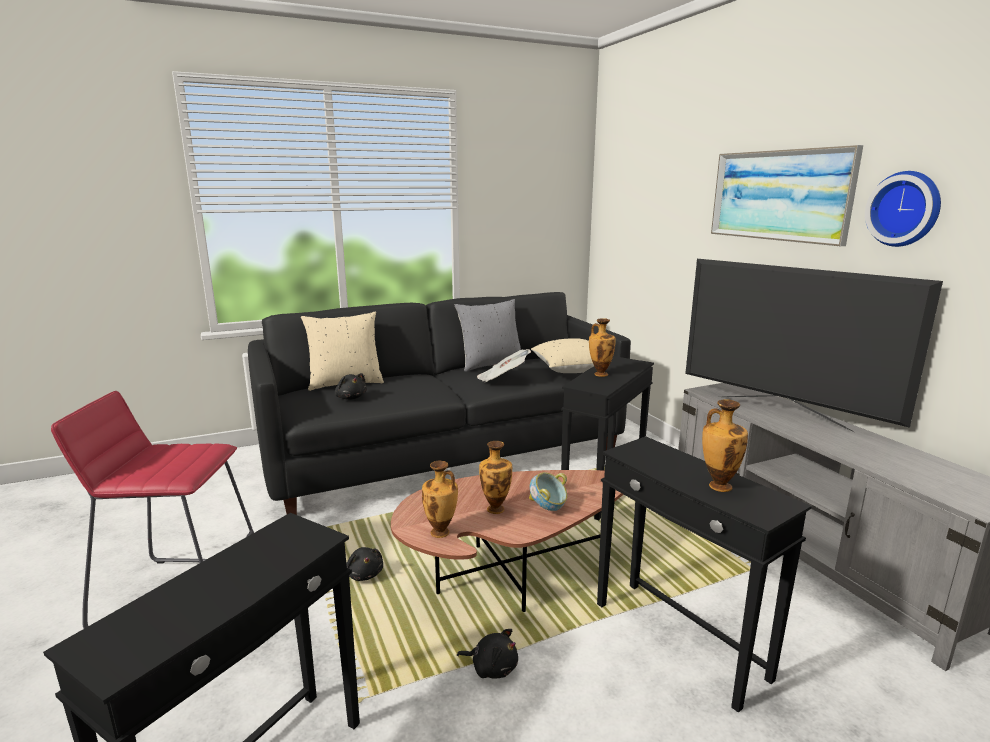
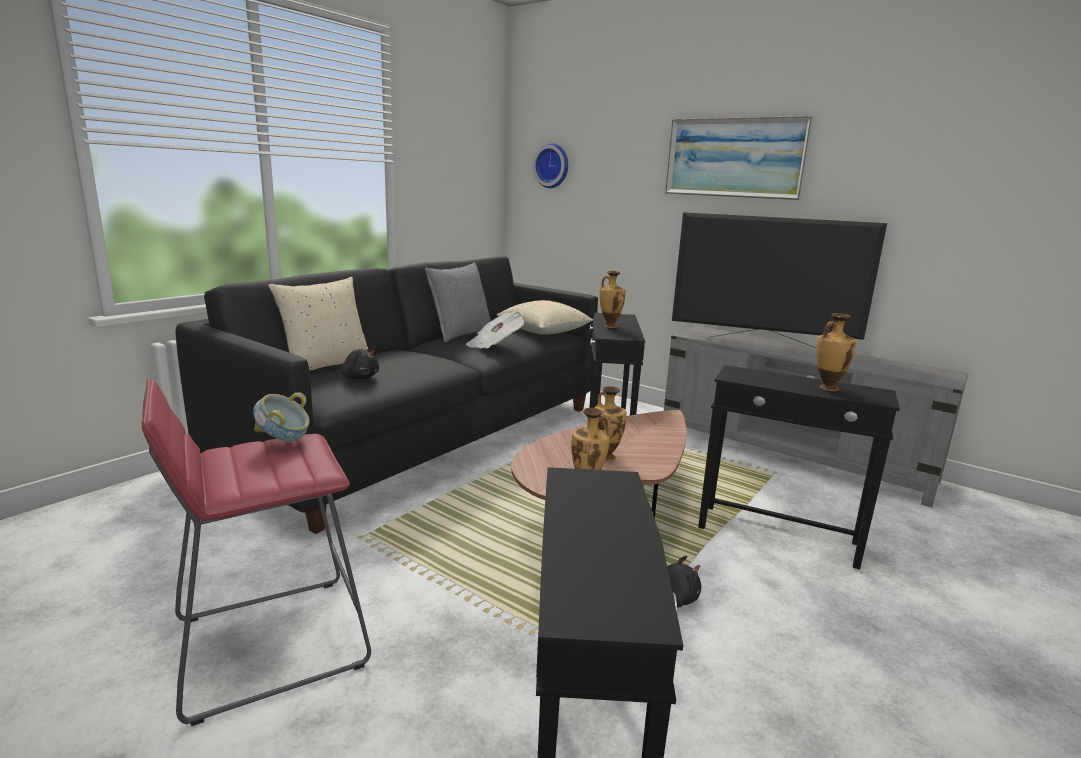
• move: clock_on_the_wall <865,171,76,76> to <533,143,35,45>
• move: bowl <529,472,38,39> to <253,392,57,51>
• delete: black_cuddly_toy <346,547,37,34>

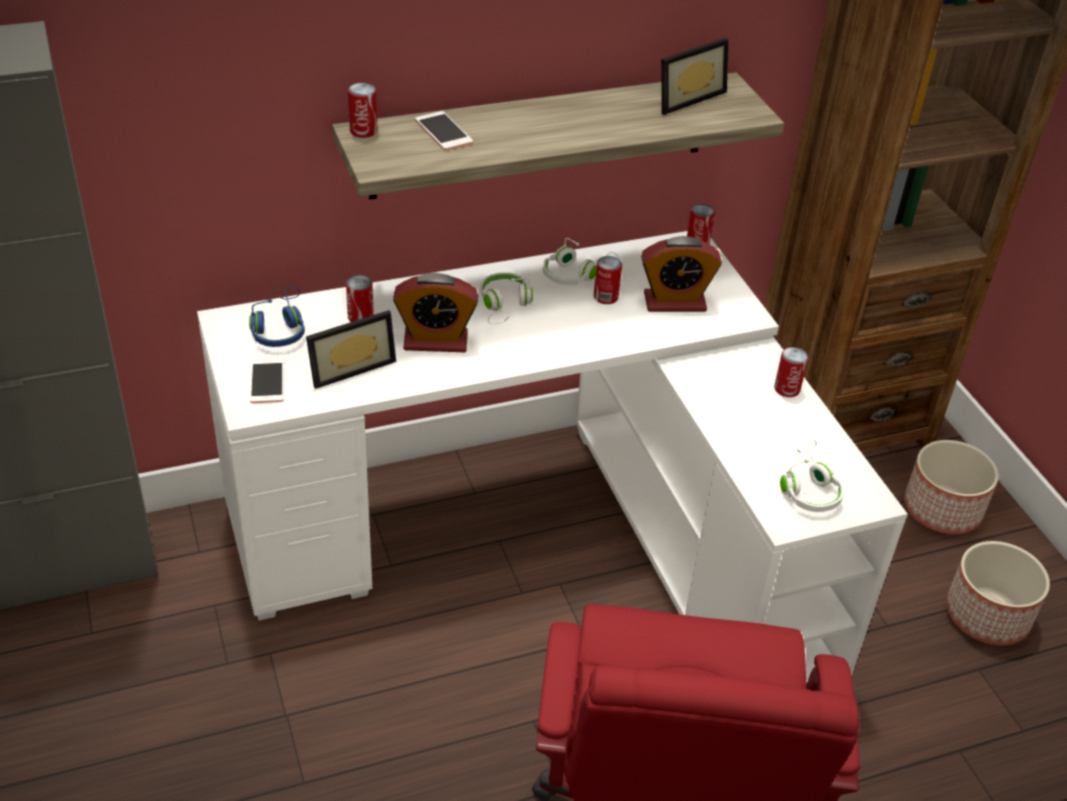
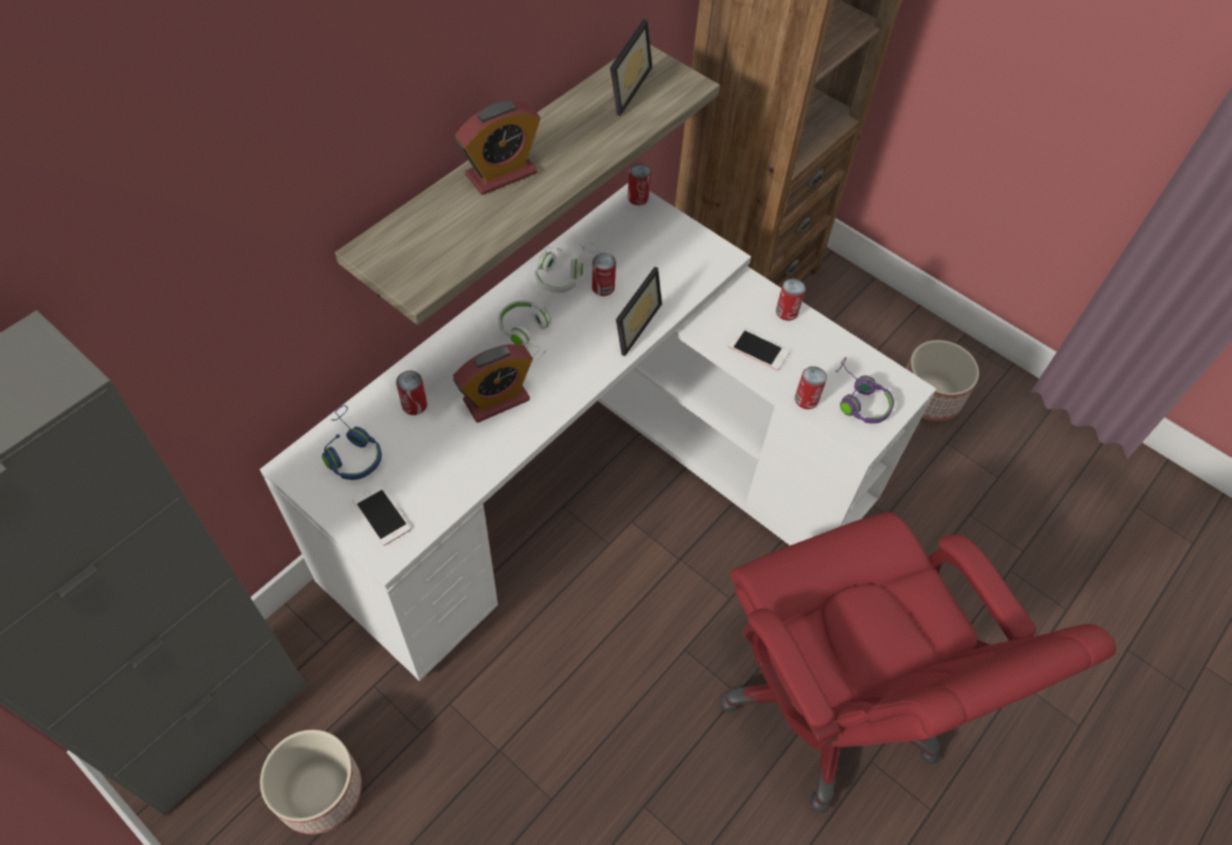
• move: can <348,83,29,55> to <795,366,32,43>
• move: phone <415,111,58,39> to <728,328,61,43>
• move: alarm_clock <641,236,81,76> to <455,101,85,94>
• move: picture_frame <306,310,90,79> to <616,267,46,89>
• recolor: whitish_headset <780,439,64,73> to purplish_headset <836,357,58,67>
• move: flower_pot <904,440,94,94> to <260,729,102,106>

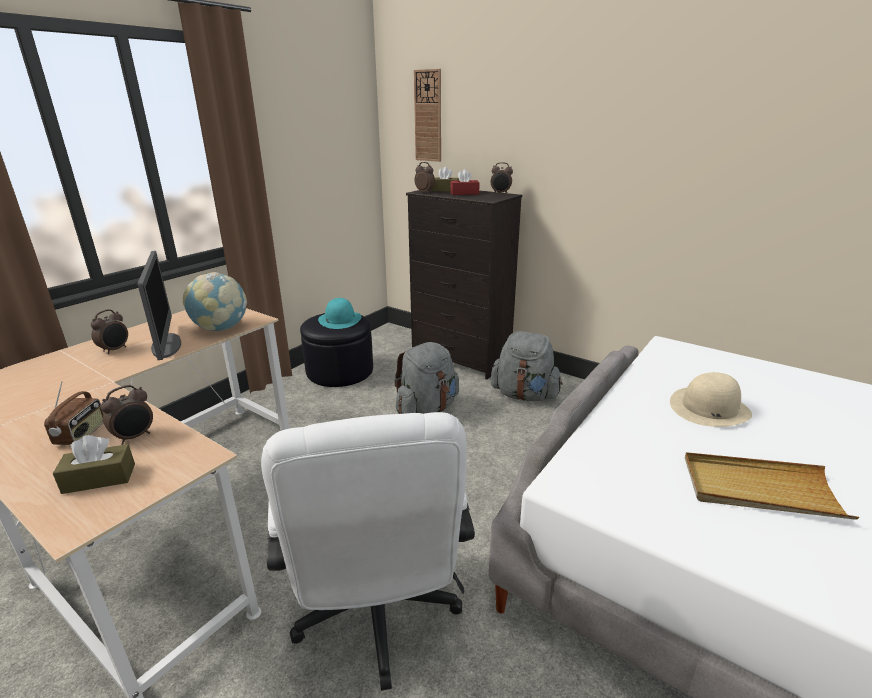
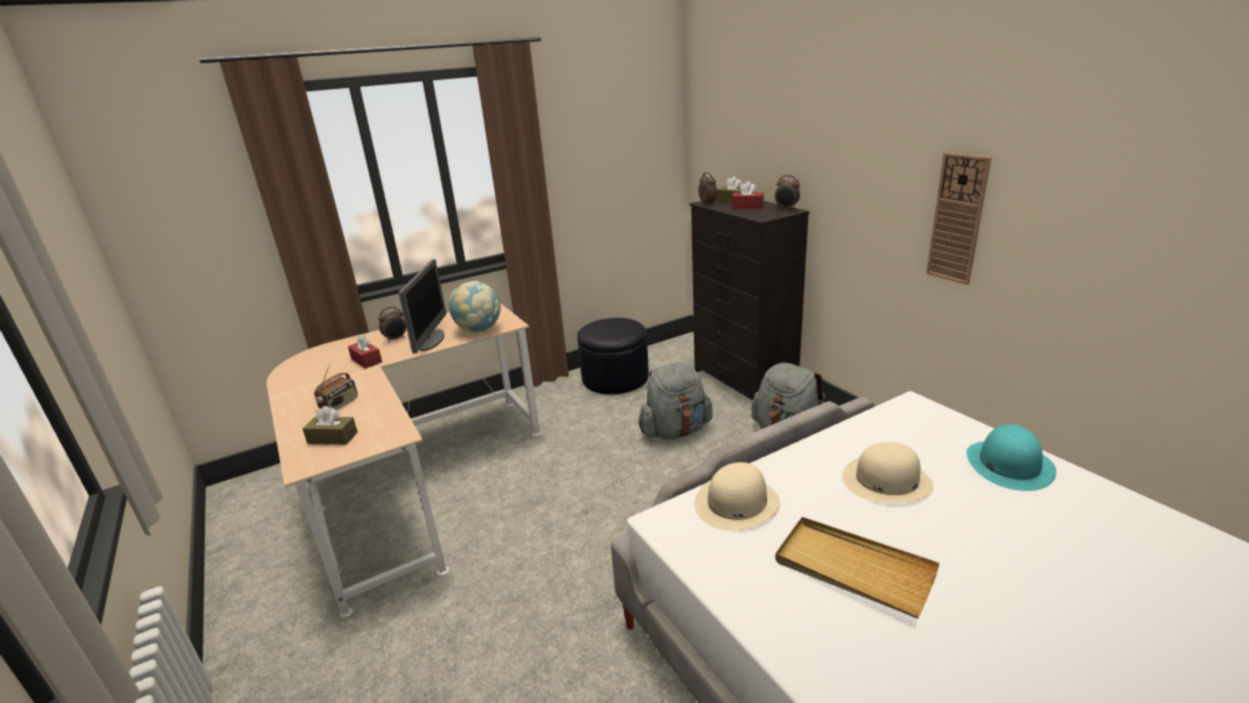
• move: clock_on_the_wall <414,69,27,93> to <926,152,66,133>
• move: turquoise_hat <318,298,44,31> to <966,424,90,67>
• delete: alarm_clock <101,385,52,60>
• delete: whitish_office_chair <261,412,214,279>
• insert: red-coloured_tissue_holder <348,334,34,35>
• insert: beige_hat <694,462,86,69>

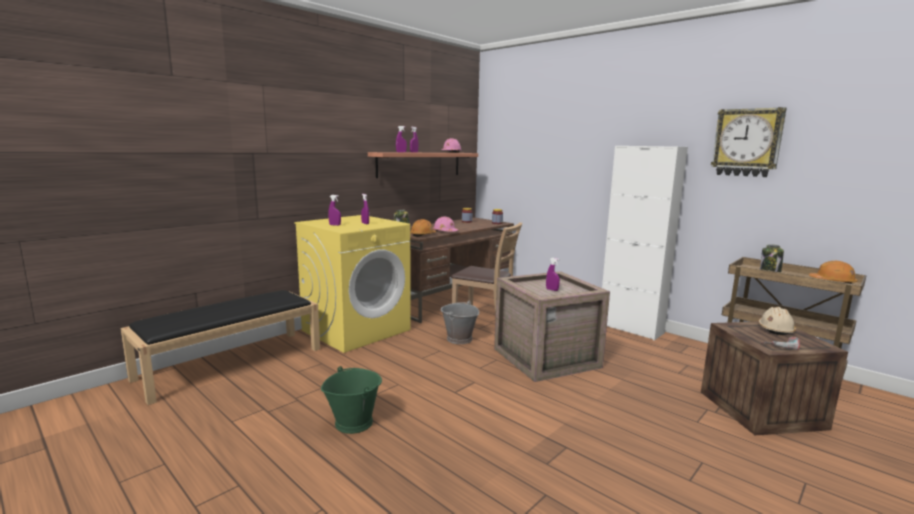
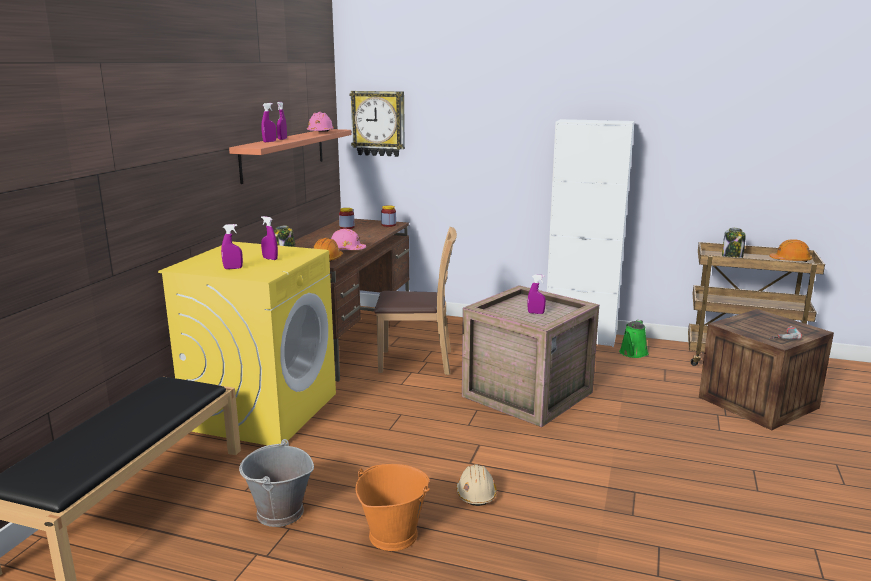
• move: clock_on_the_wall <711,107,76,70> to <350,91,55,66>
• move: greyish_pail <441,301,38,43> to <239,439,75,88>
• move: beige_hard_hat <758,307,38,28> to <456,464,41,42>
• recolor: green-coloured_pail <321,366,61,68> to orange-coloured_pail <355,464,75,87>
• insert: green-coloured_sprinkling_can <619,320,30,38>

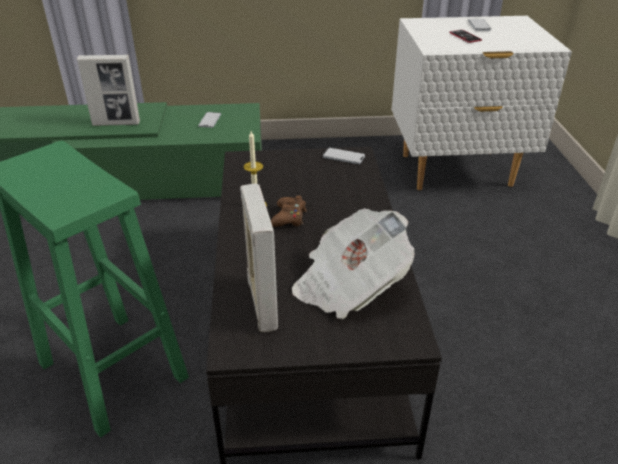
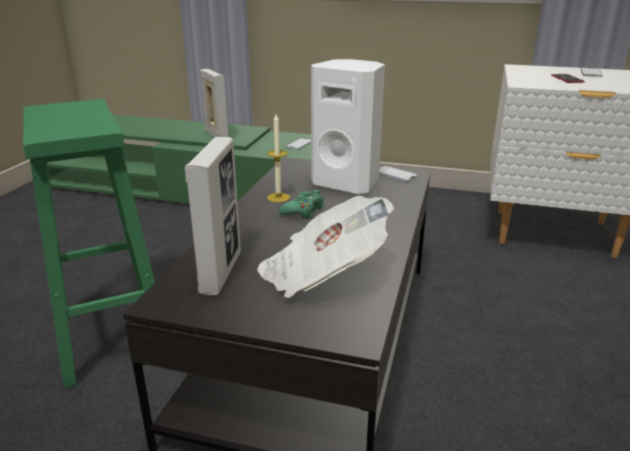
• rotate: picture_frame <77,55,63,71> = <200,69,29,68> 135 degrees counterclockwise
• recolor: brownish_gamepad <271,195,36,32> to green-coloured_gamepad <279,190,45,29>
• insert: whitish_audio_speaker <311,59,74,135>

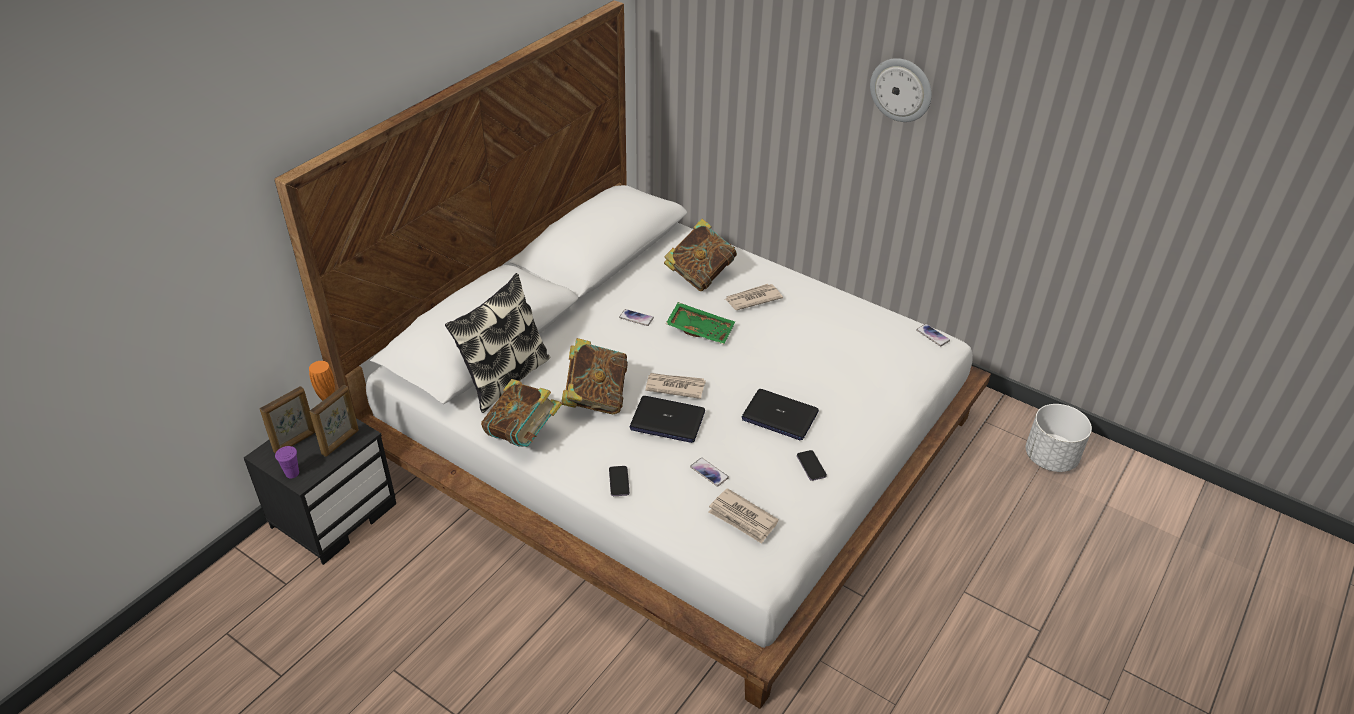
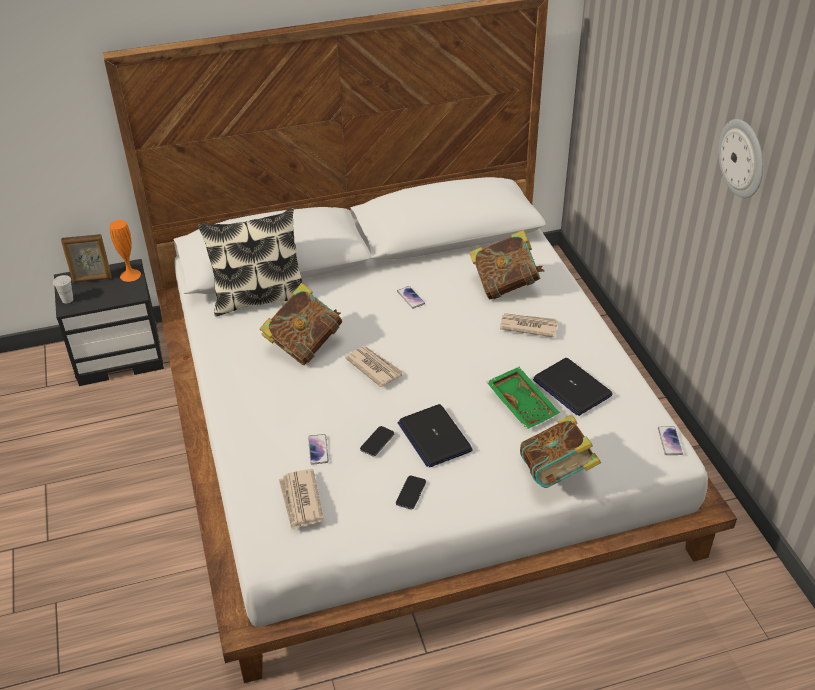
• move: green-coloured_tray <666,302,69,42> to <487,367,73,62>
• move: volume <481,379,81,68> to <520,414,81,74>
• delete: picture_frame <310,385,49,72>
• move: laptop <630,396,75,47> to <533,358,80,58>
• delete: whitish_flower_pot <1026,404,66,68>
• recolor: purplish_small_cup <275,446,24,32> to whitish_small_cup <53,275,20,28>
• move: phone <609,466,21,30> to <360,426,34,31>

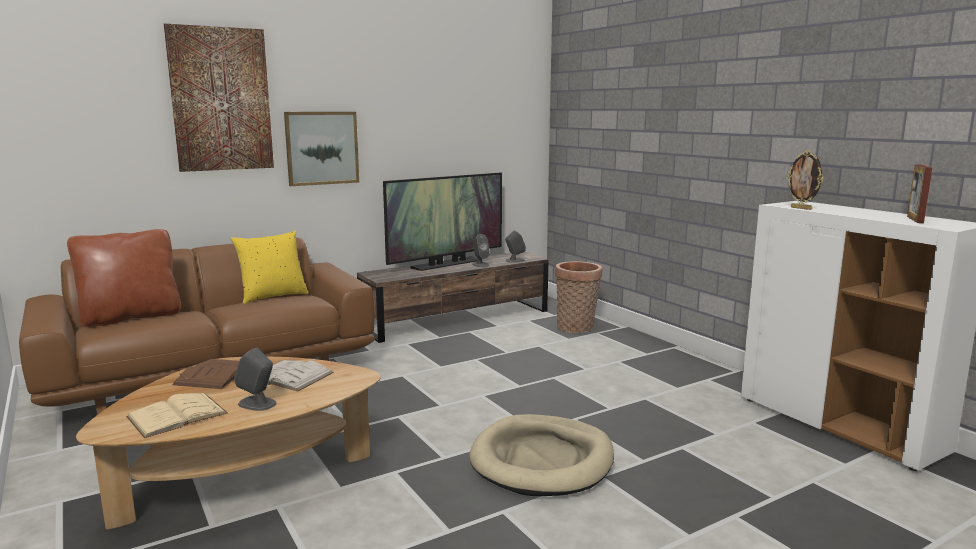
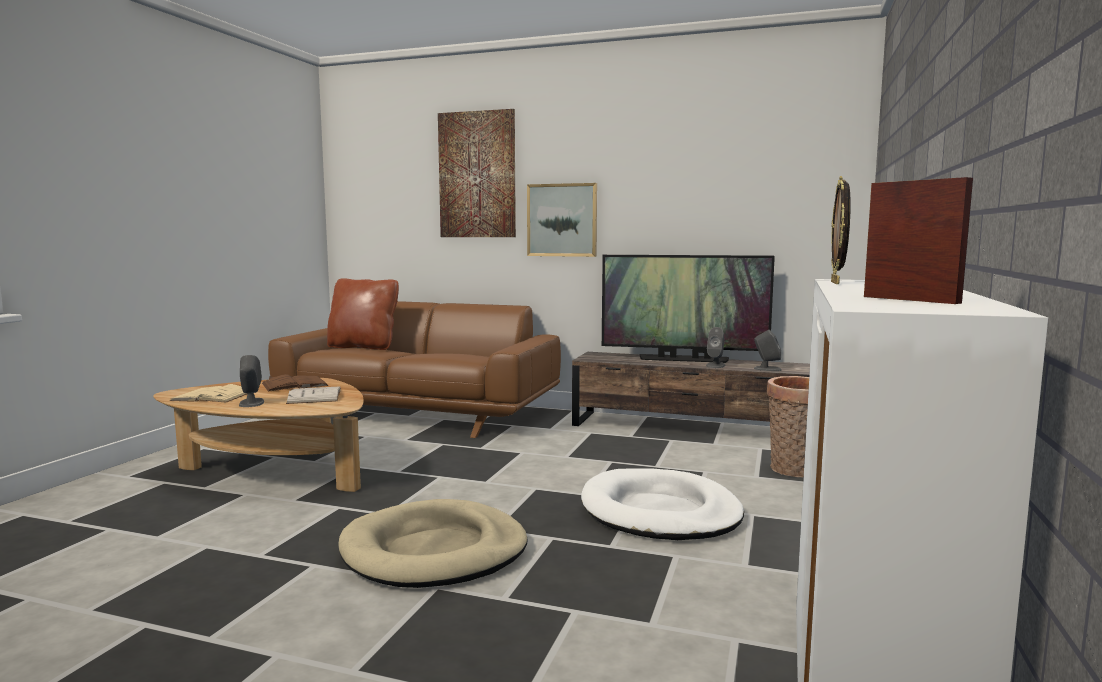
• rotate: picture_frame <907,165,25,58> = <864,177,109,127> 75 degrees clockwise
• delete: yellow-coloured_throw_pillow <230,231,79,73>
• insert: whitish_dog_cushion <581,469,163,71>

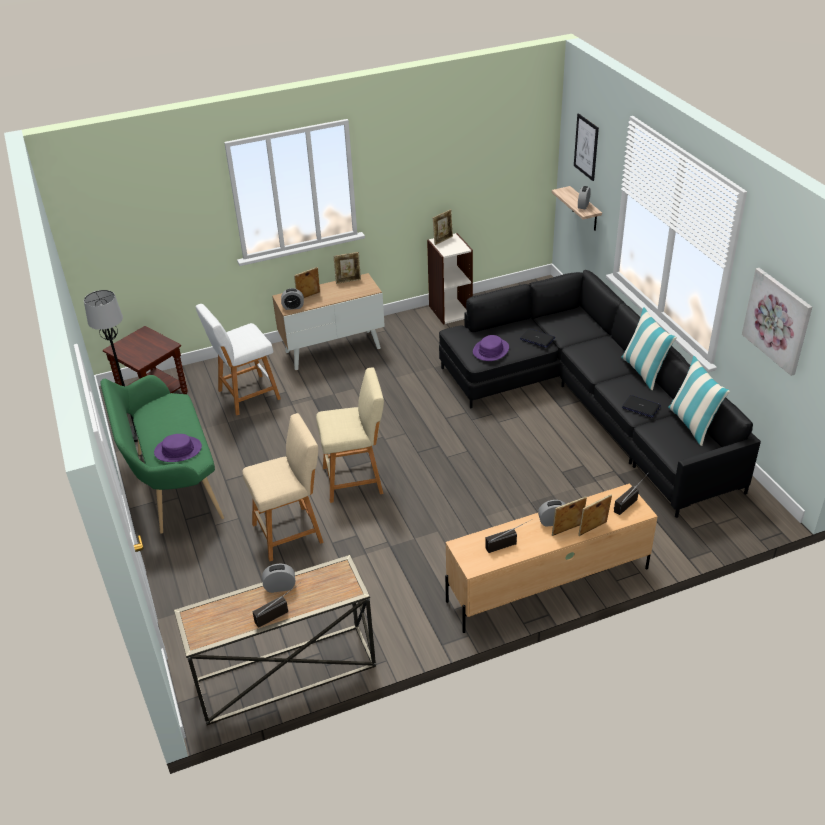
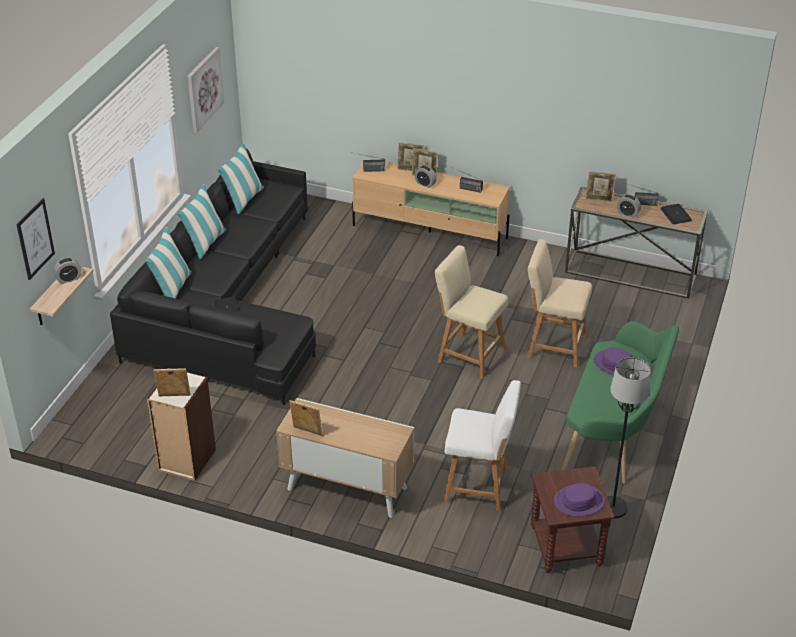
• move: picture_frame <294,267,26,31> to <586,171,30,31>
• delete: alarm_clock <281,288,23,22>
• move: purplish_hat <473,335,36,26> to <554,483,51,33>
• move: laptop <622,395,39,23> to <660,204,32,21>
• insert: throw_pillow <145,227,46,71>

